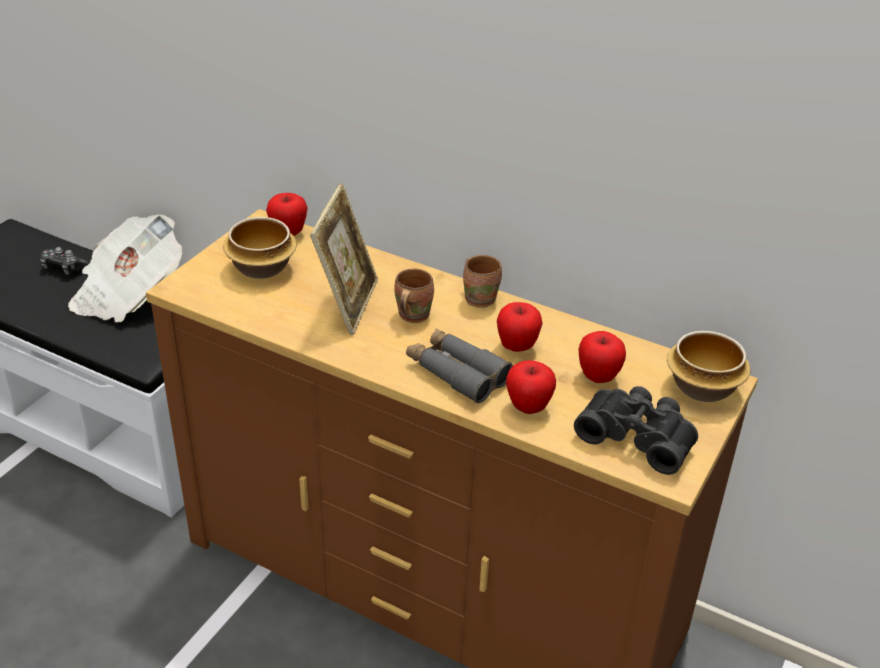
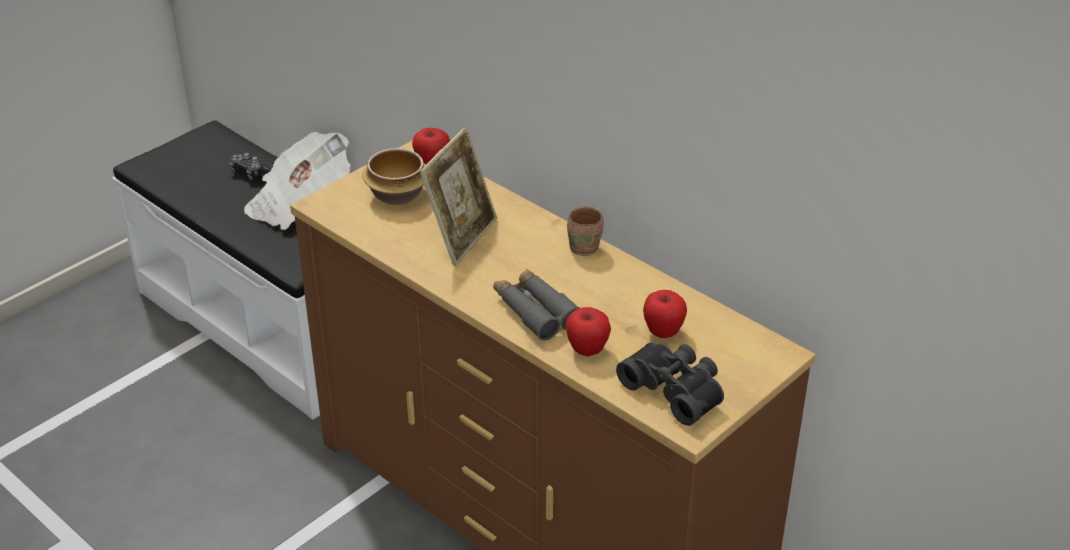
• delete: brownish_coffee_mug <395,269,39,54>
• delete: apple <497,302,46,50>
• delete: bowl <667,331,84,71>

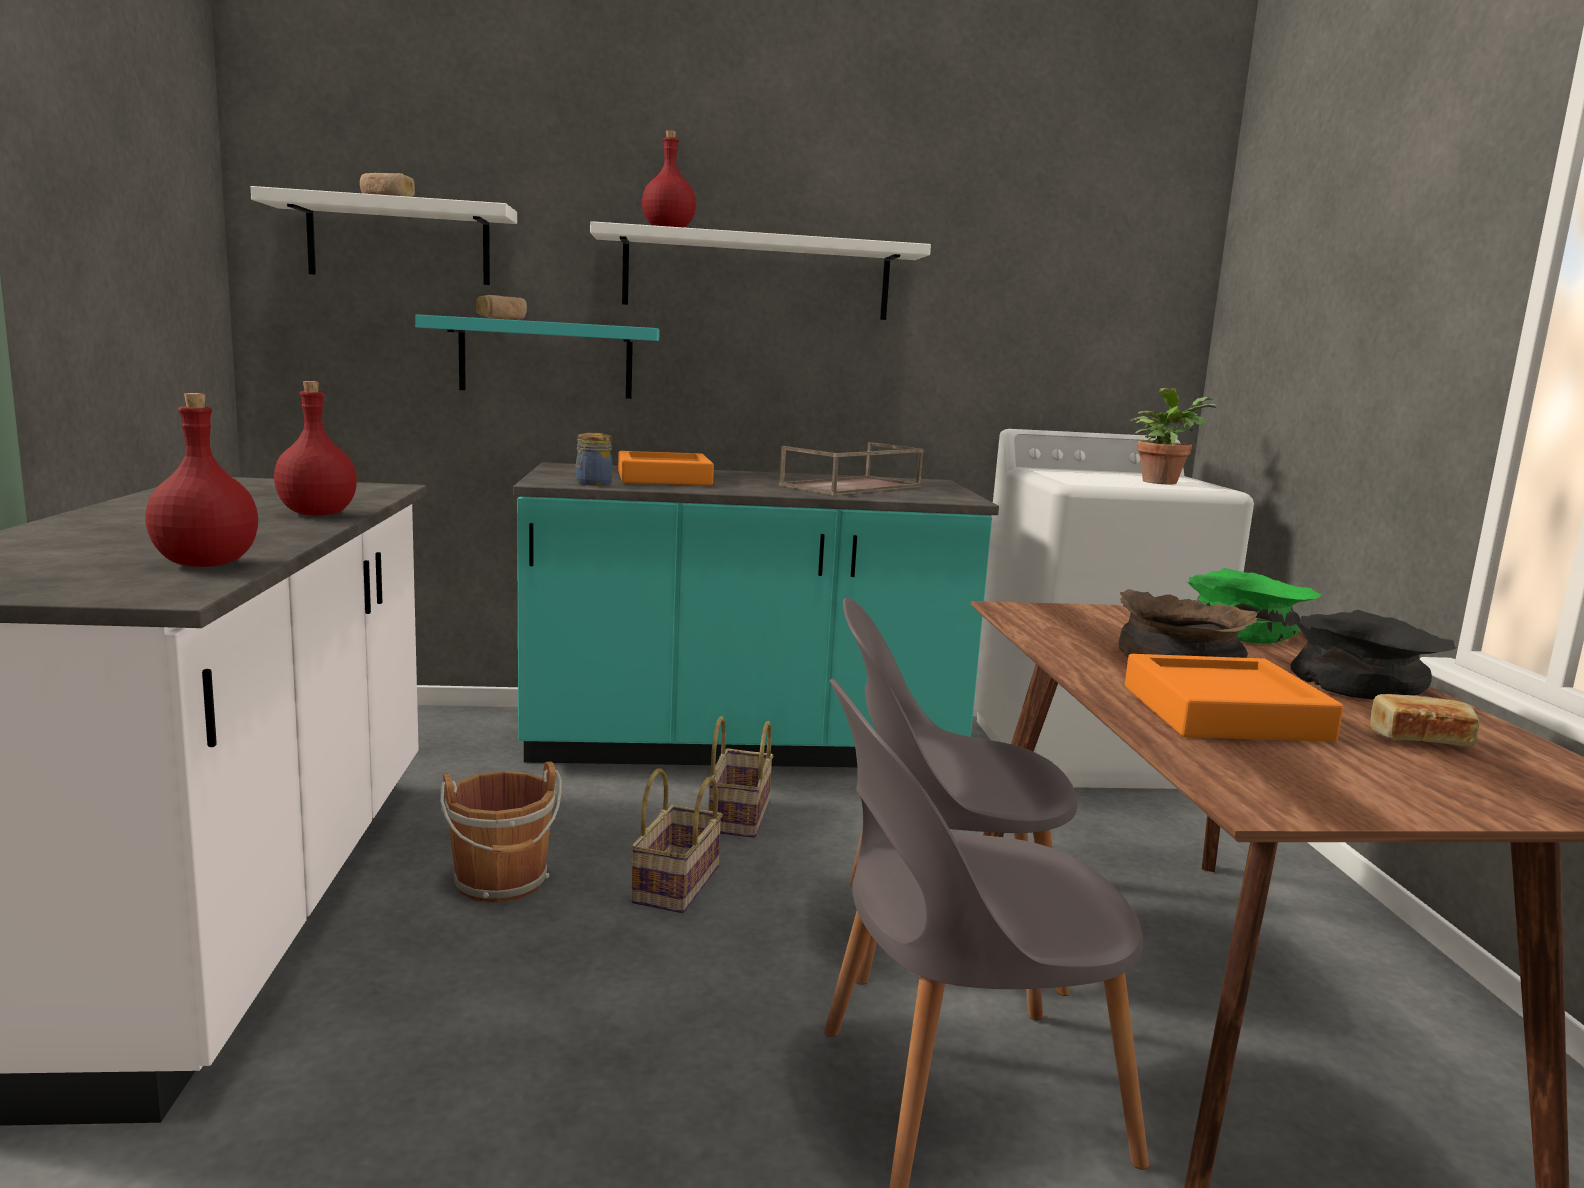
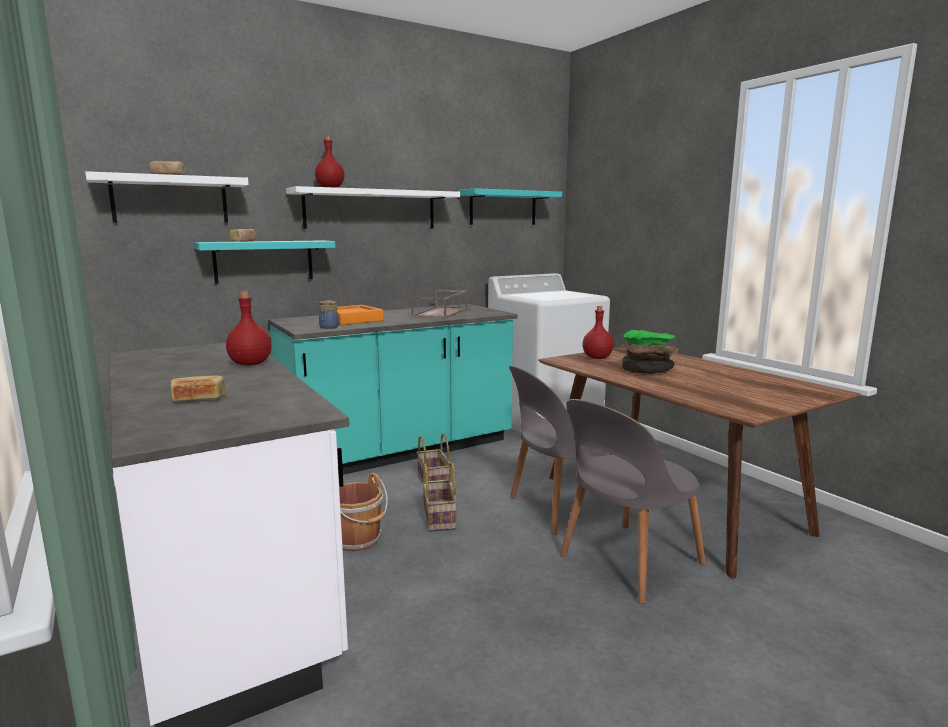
• delete: plant_in_a_pot <1130,388,87,97>
• move: red-coloured_bottle <145,393,113,174> to <583,306,31,53>
• delete: black_bowl <1290,610,167,90>
• delete: orange-coloured_tray <1125,654,218,88>
• move: bakery_bread <1370,694,109,53> to <171,376,54,25>
• insert: turquoise_bracket_shelf <459,188,103,37>

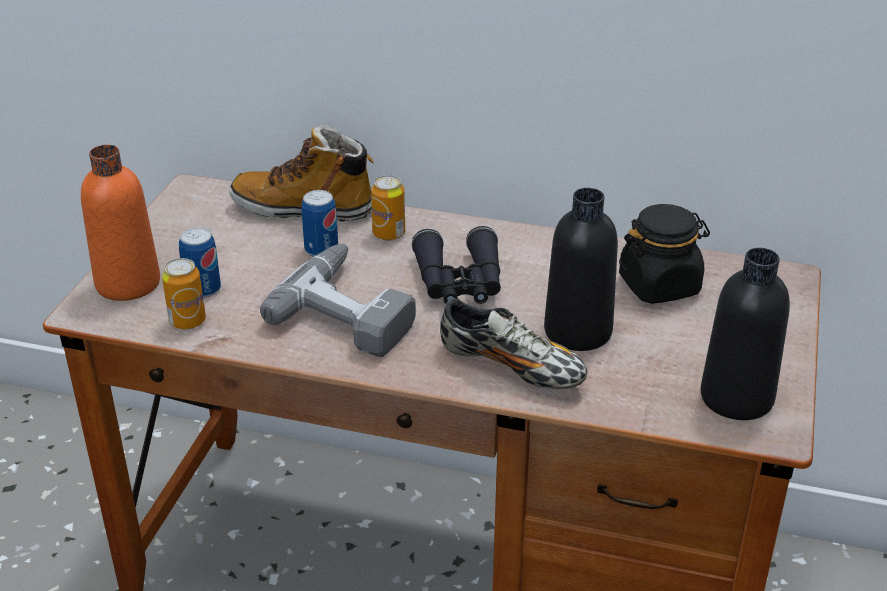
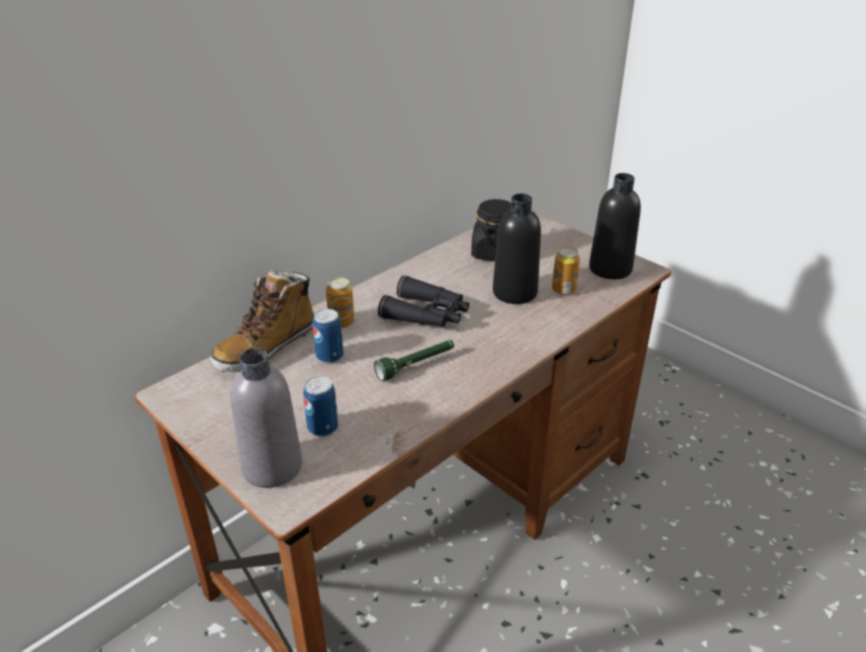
• recolor: orange-coloured_bottle <81,145,79,156> to greyish_bottle <230,348,72,140>
• replace: electric_drill <260,244,156,113> to green-coloured_hand_torch <374,340,80,41>
• move: can <162,258,44,71> to <552,247,28,48>
• delete: item_of_footwear <440,298,148,91>

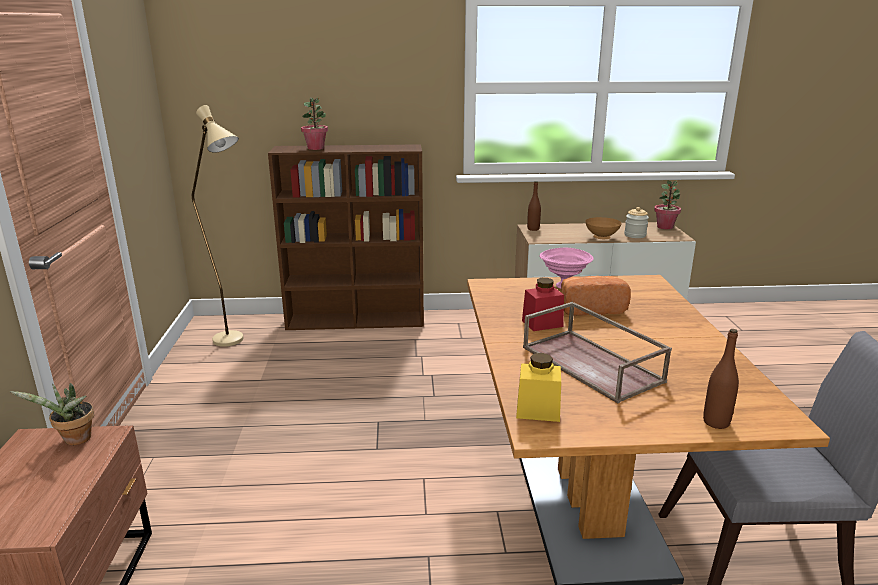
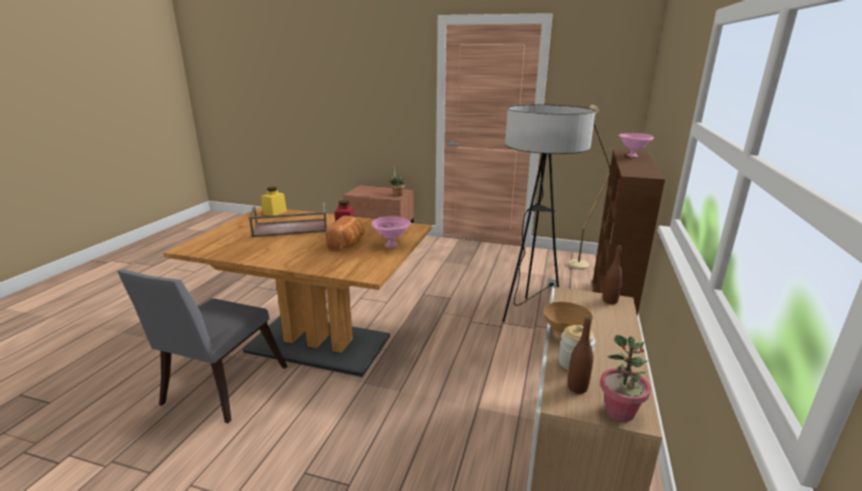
• replace: plant_in_a_pot <301,97,27,53> to pinkish_bowl <618,133,36,24>
• move: brownish_bottle <703,329,36,100> to <567,317,26,77>
• insert: standard_lamp <502,104,94,218>

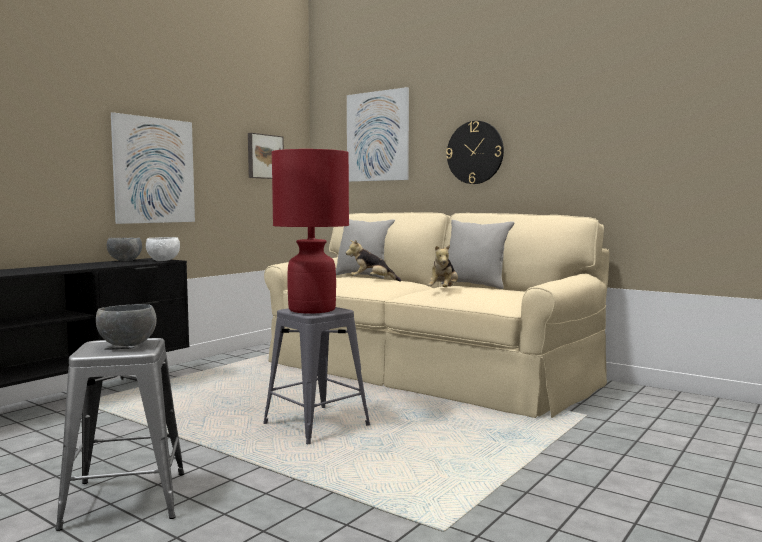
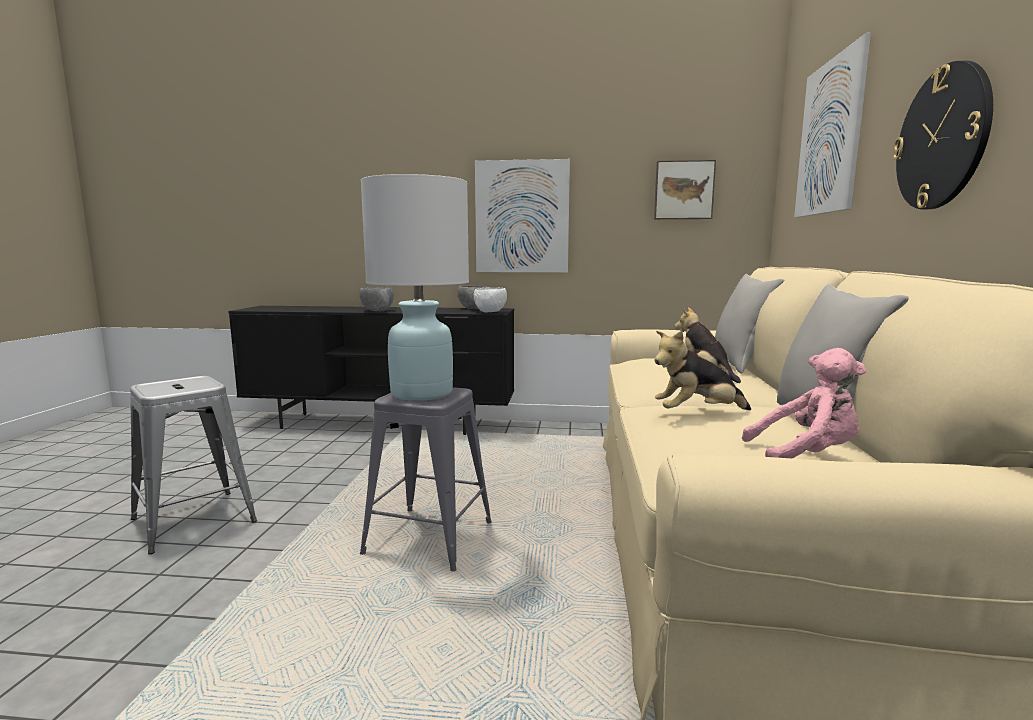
• recolor: red-coloured_lamp_for_a_table <272,149,77,165> to whitish_lamp_for_a_table <361,174,108,227>
• move: greyish_bowl <96,304,61,42> to <359,287,35,24>
• insert: pinkish_cuddly_toy <742,348,125,110>

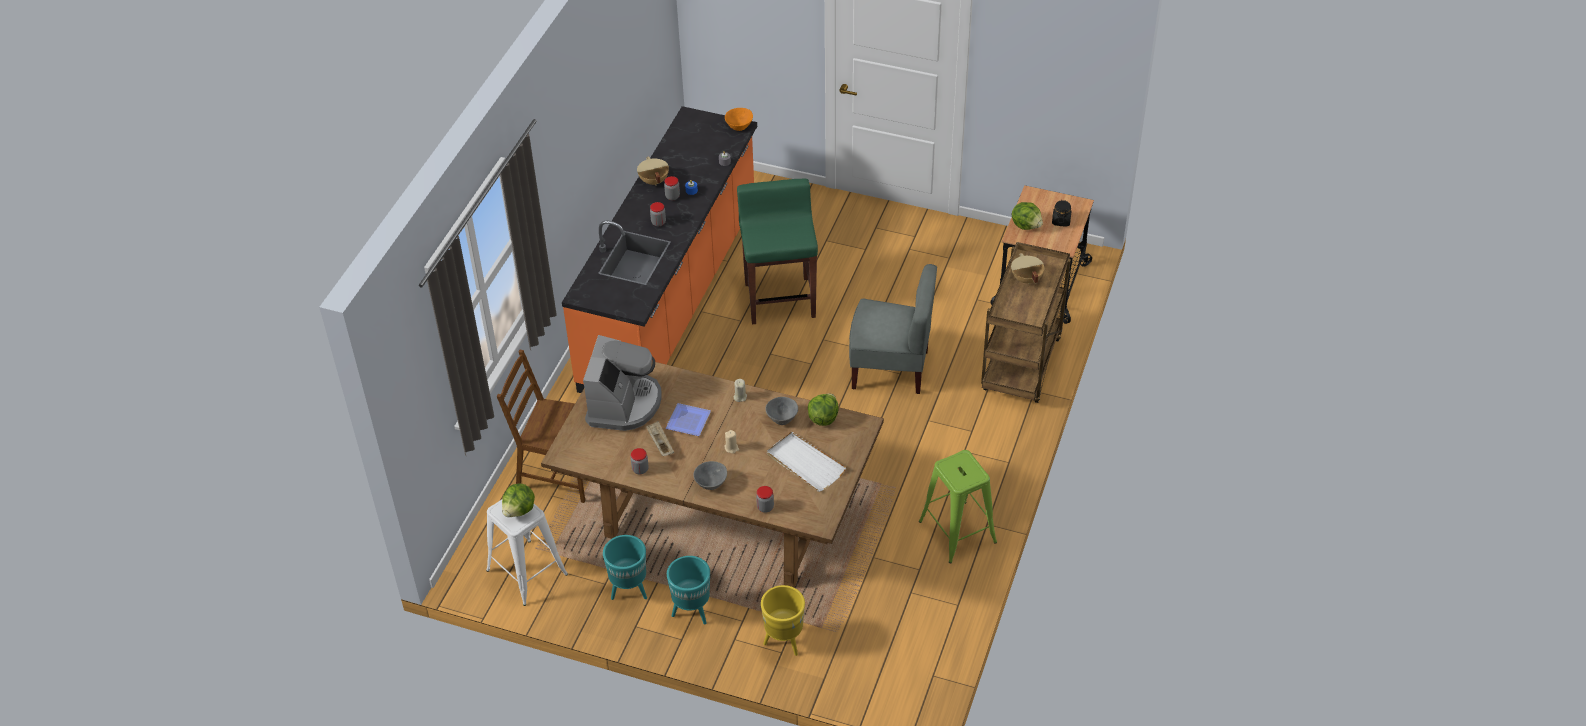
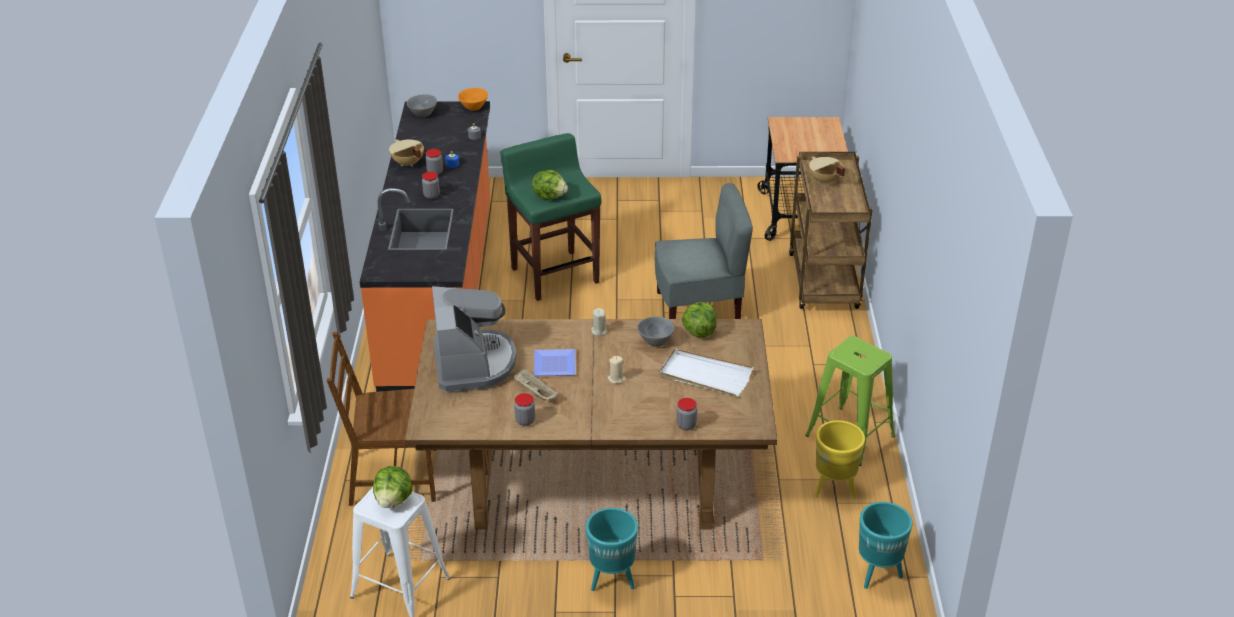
• delete: black_jar <1052,200,20,27>
• move: lettuce_head <1012,202,31,28> to <532,170,36,29>
• move: greyish_bowl <693,461,34,29> to <407,94,30,23>
• move: turquoise_flower_pot <603,535,44,65> to <859,502,54,87>
• move: yellow-coloured_flower_pot <761,585,44,71> to <815,420,50,79>

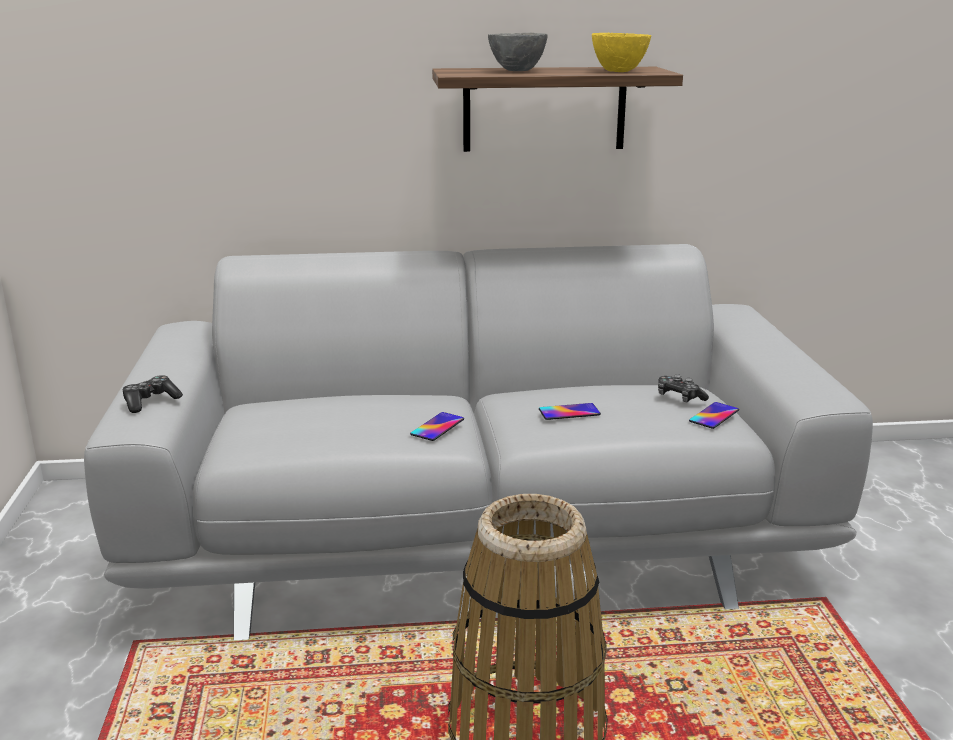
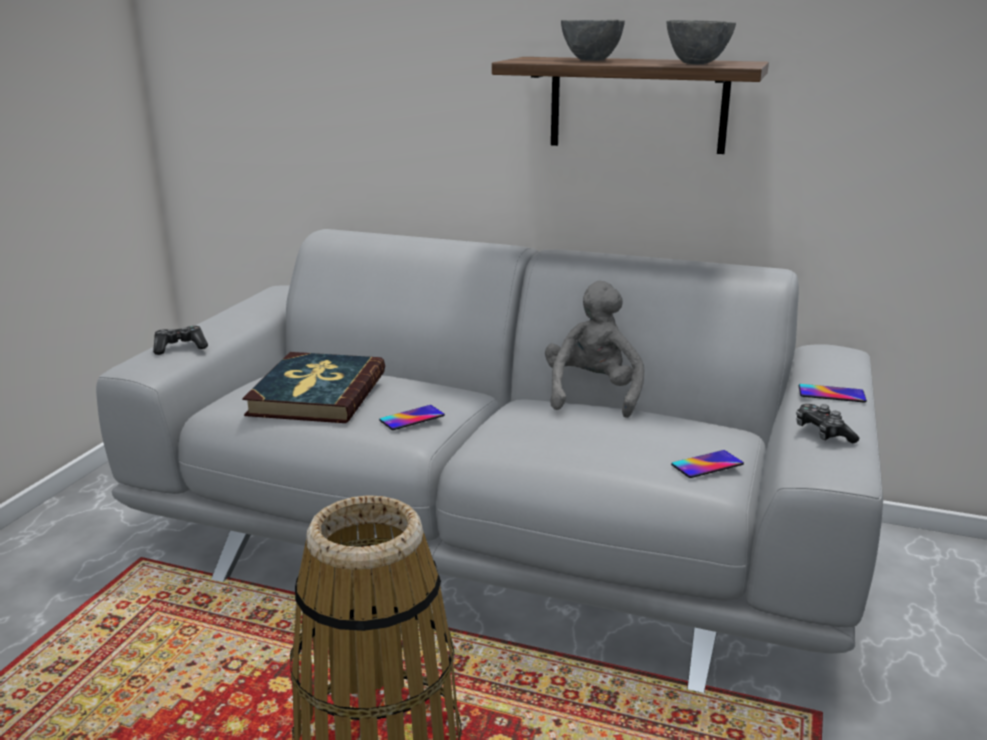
• recolor: yellow-coloured_bowl <592,33,59,39> to greyish_bowl <666,20,70,44>
• move: gamepad <658,374,51,29> to <796,404,63,39>
• move: phone <539,403,62,17> to <799,384,68,19>
• insert: greyish_cuddly_toy <545,281,99,137>
• insert: volume <242,352,143,71>

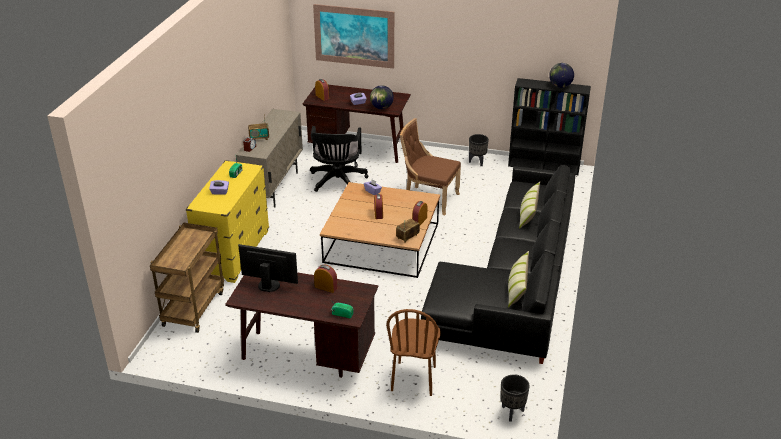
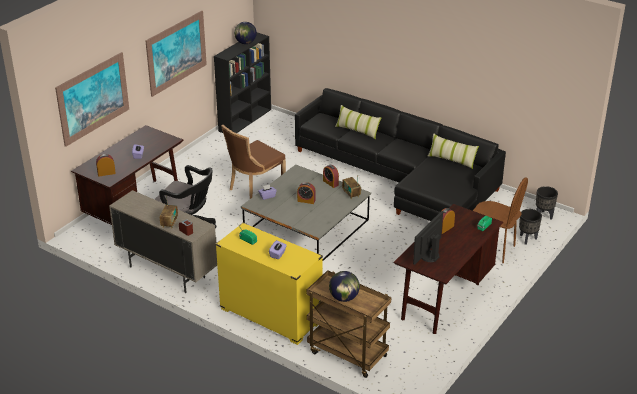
• move: globe <370,85,24,24> to <329,271,31,31>
• move: black_flower_pot <469,134,20,32> to <519,209,23,36>
• recolor: brownish_coffee_table <320,182,120,96> to greyish_coffee_table <241,165,130,97>
• insert: wall_picture <145,11,62,86>

